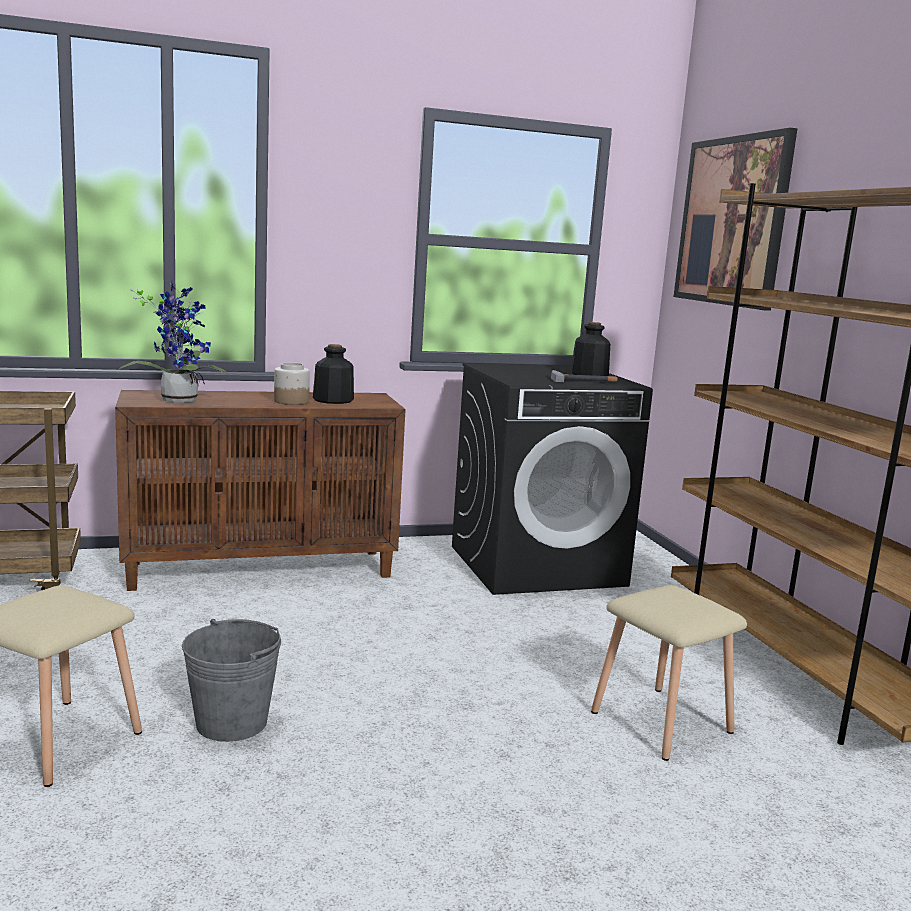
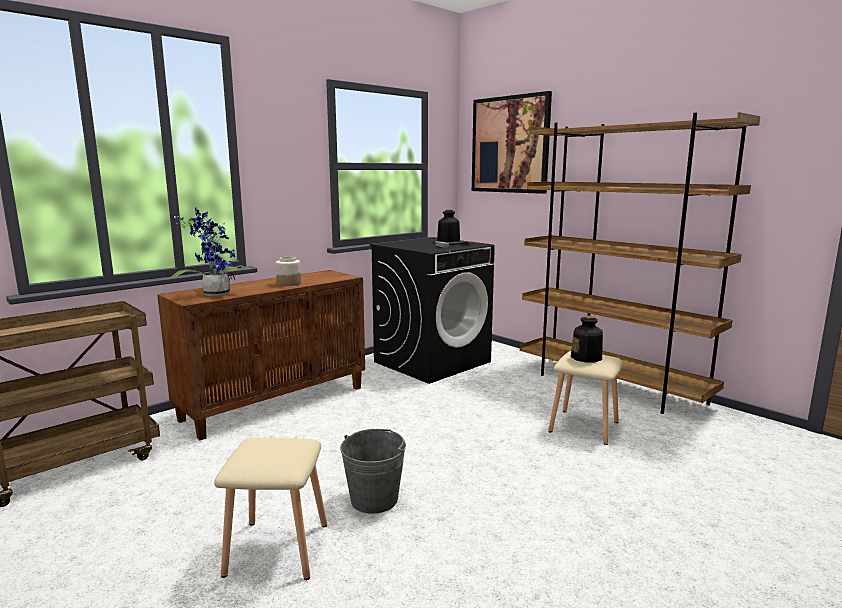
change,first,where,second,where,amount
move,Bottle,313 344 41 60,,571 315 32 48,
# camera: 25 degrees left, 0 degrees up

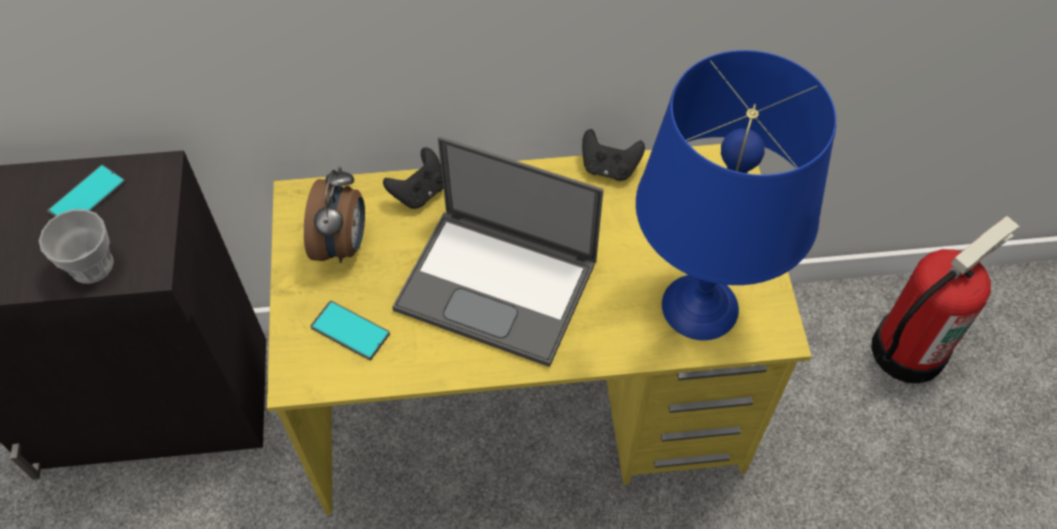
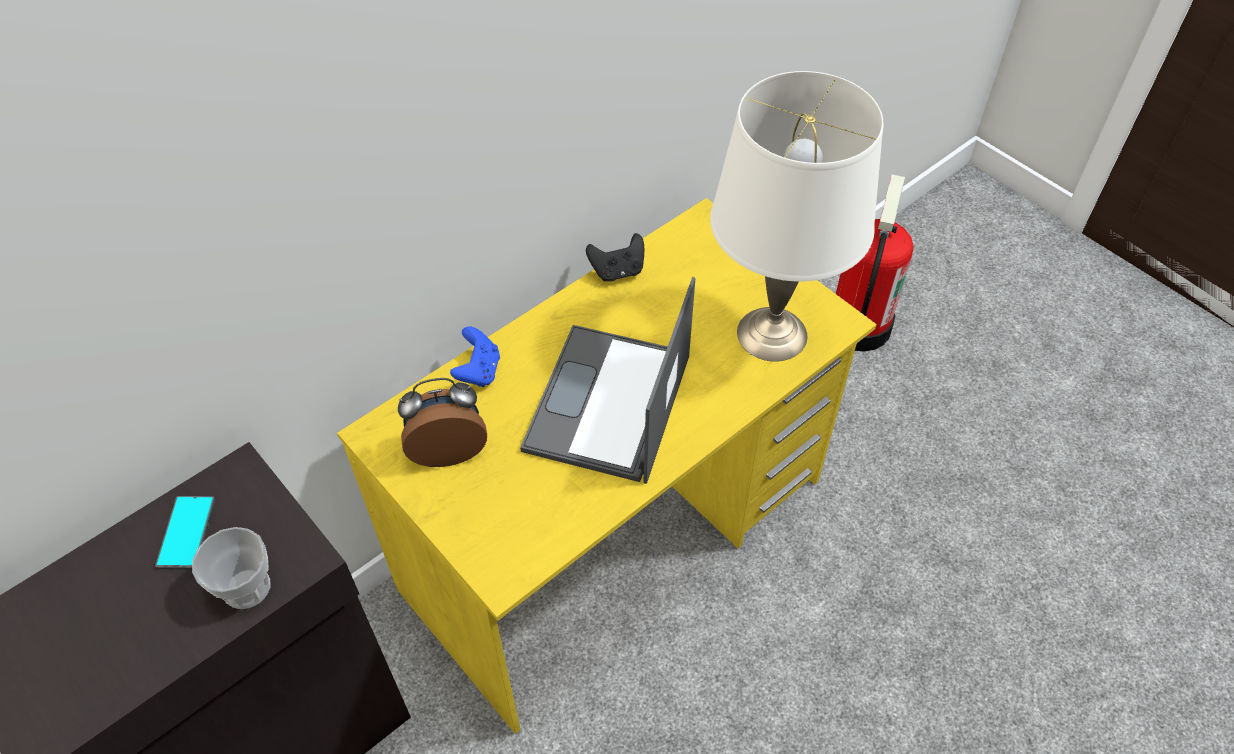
change,first,where,second,where,amount
rotate,AlarmClock,304 166 61 97,,398 378 89 89,75 degrees counterclockwise
recolor,BlackishGameController,383 147 60 62,BlueColouredGameController,450 327 50 60,
rotate,Laptop,392 136 211 231,,520 277 175 207,120 degrees clockwise
recolor,BlueColouredLampForATable,636 50 200 290,WhiteColouredLampForATable,710 71 173 291,
delete,Phone,310 301 80 59,,,
# camera: 35 degrees left, 5 degrees down

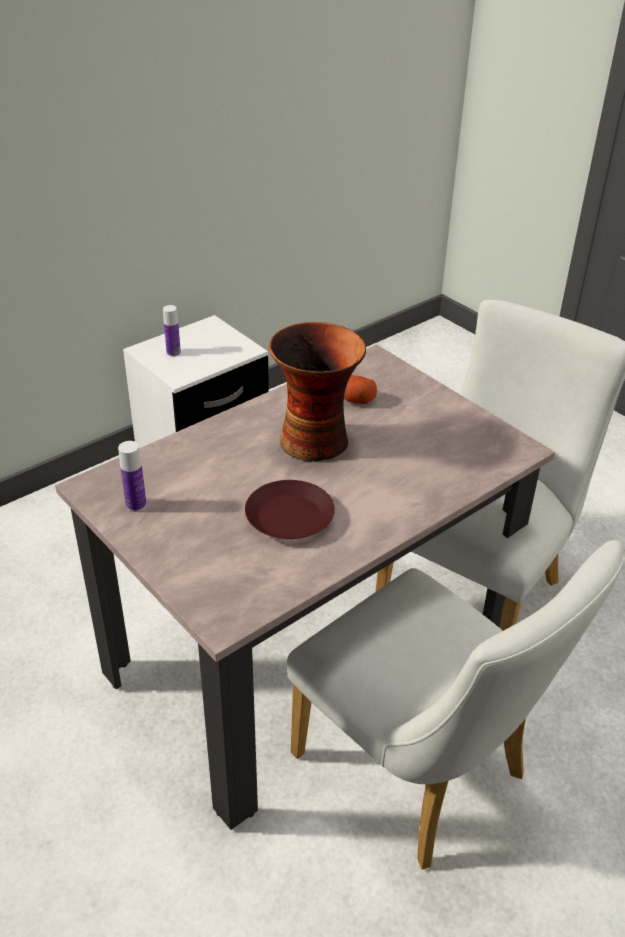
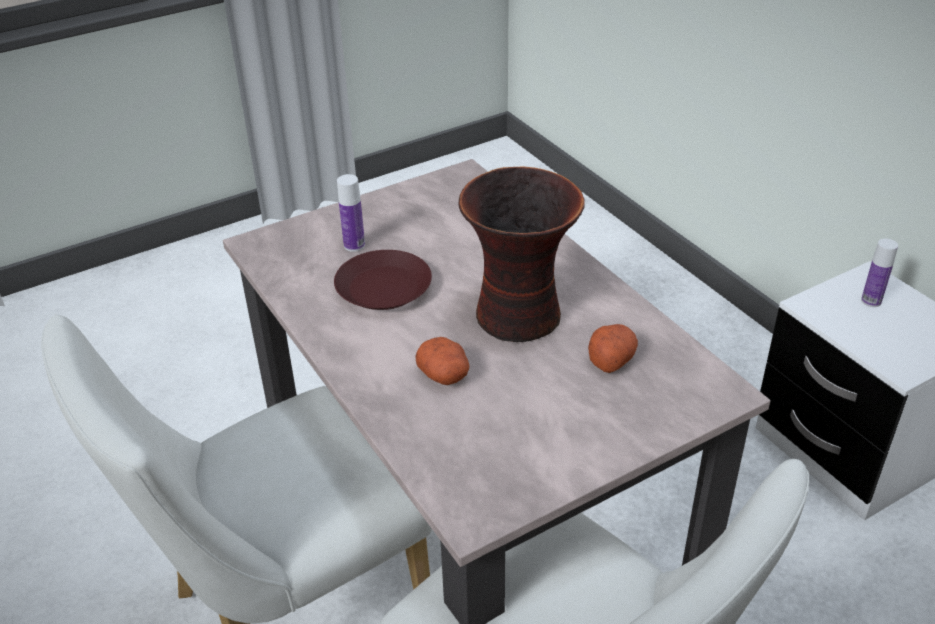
change,first,where,second,where,amount
move,Bottle,118 441 29 71,,337 174 28 78,
insert,,,Spud,415 337 54 48,
# camera: 100 degrees right, 0 degrees up

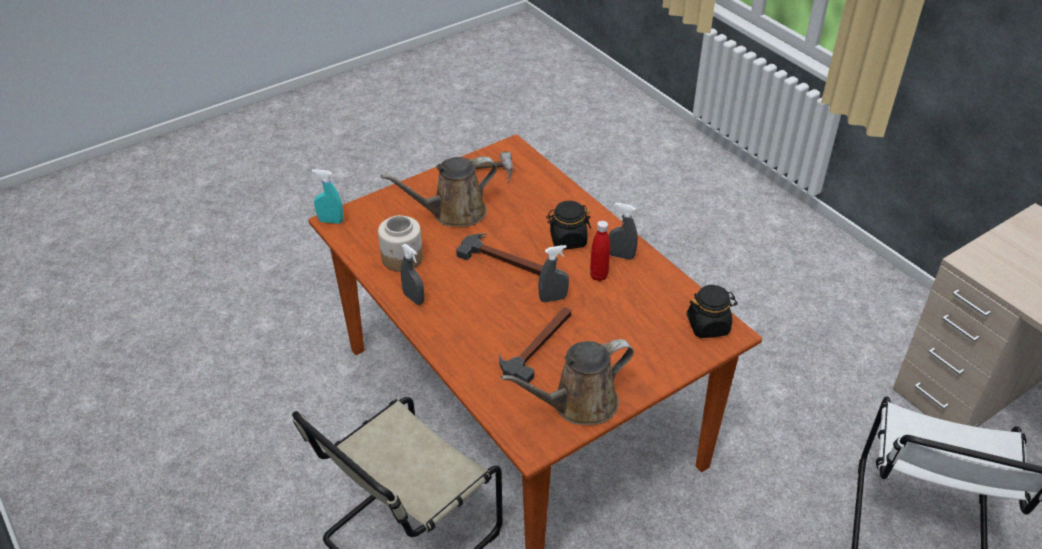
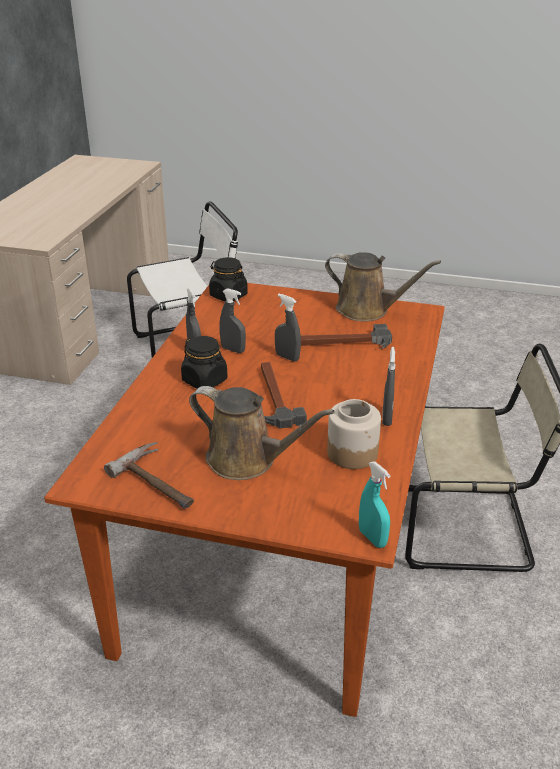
change,first,where,second,where,amount
replace,RedBottle,590 220 20 61,GreyishHandSprayer,219 288 27 65,
# camera: 130 degrees left, 10 degrees down

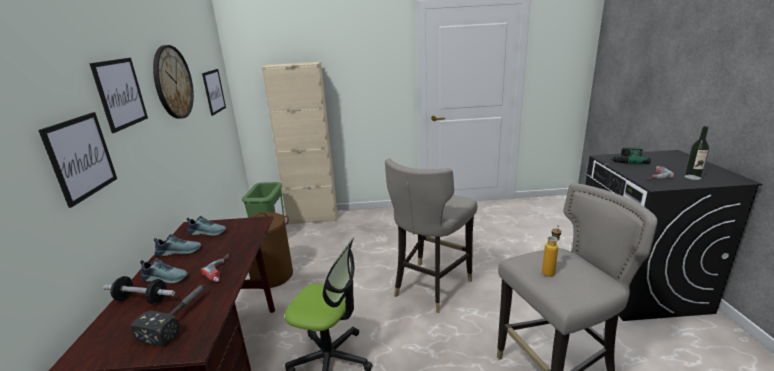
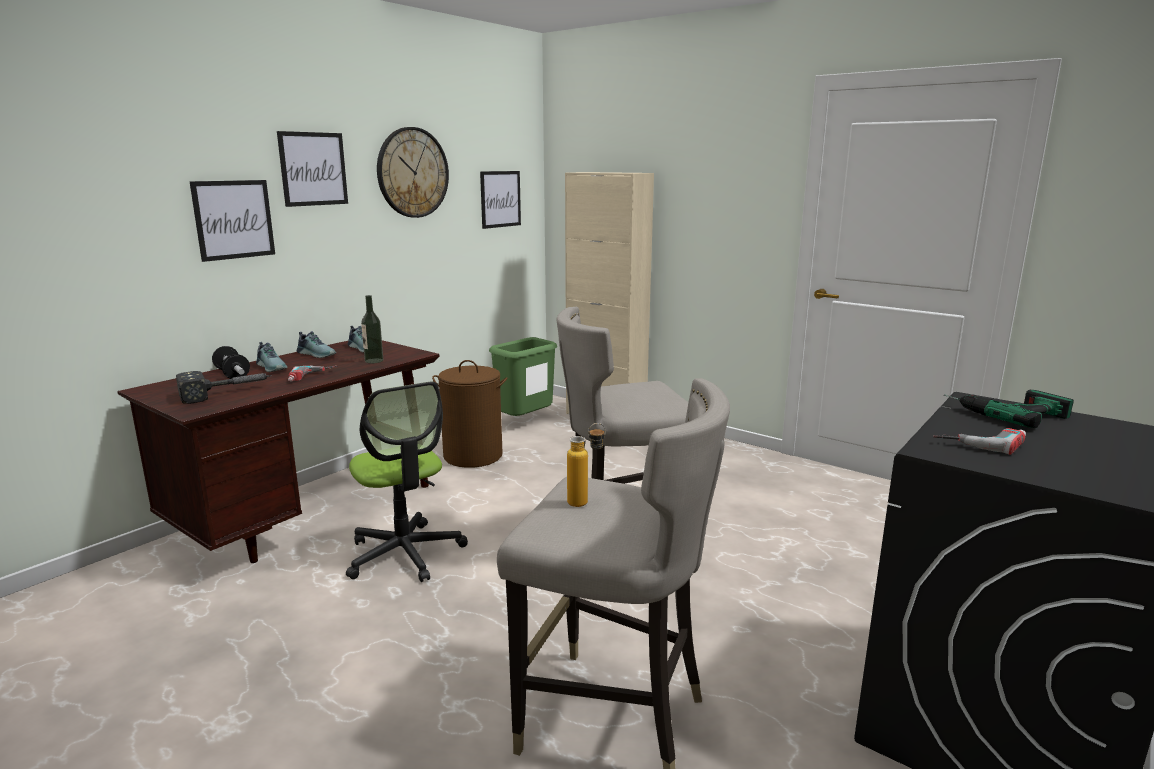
change,first,where,second,where,amount
move,Bottle,684 126 26 54,,361 295 22 68,
# camera: 40 degrees right, 5 degrees down

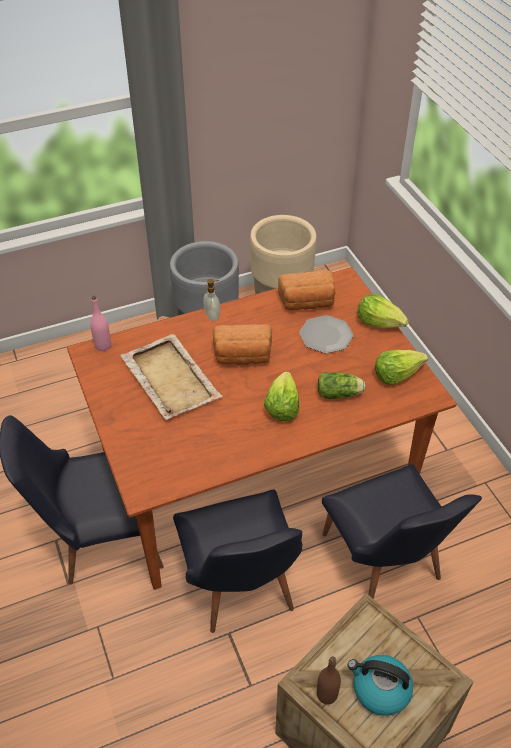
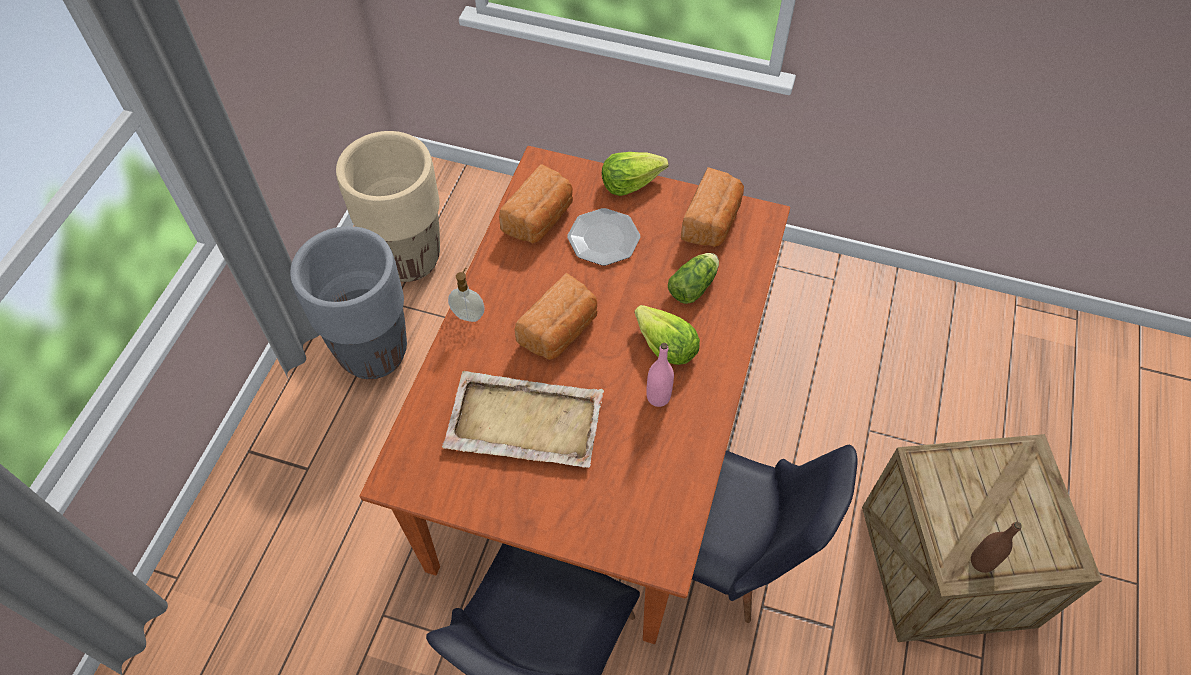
change,first,where,second,where,amount
move,PinkColouredBottle,90 296 21 55,,646 343 28 64,
replace,LettuceHead,375 350 53 35,BakedBread,681 167 63 80,
delete,BlackishChair,322 464 160 135,,,
delete,TeaKettle,348 655 65 61,,,
# camera: 50 degrees left, 10 degrees up

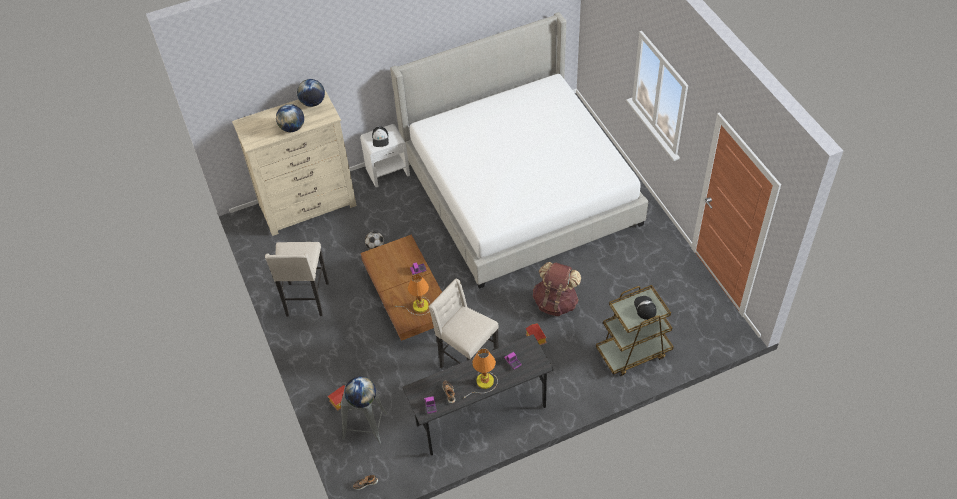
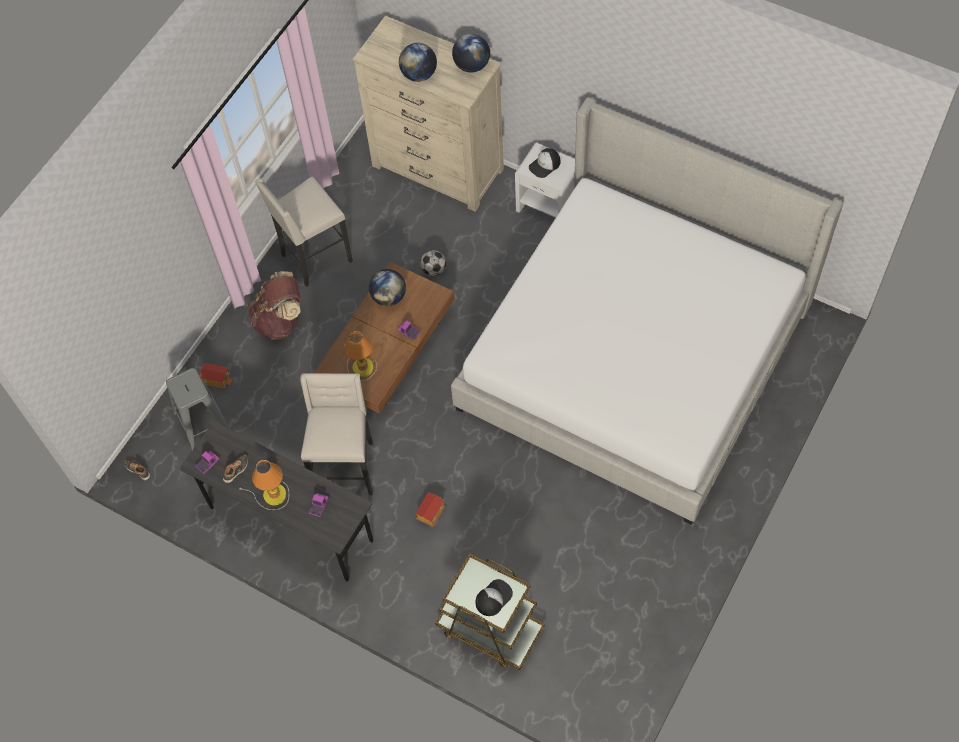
change,first,where,second,where,amount
move,BrownishKnapsack,533 262 48 54,,248 271 53 69,
move,DeskGlobe,345 376 31 32,,369 269 37 37,
# camera: 55 degrees right, 10 degrees up

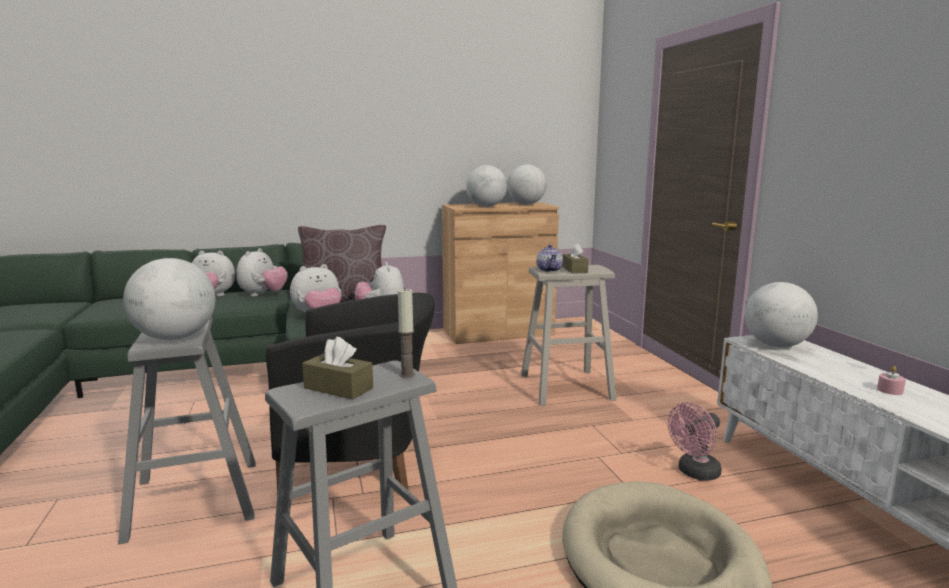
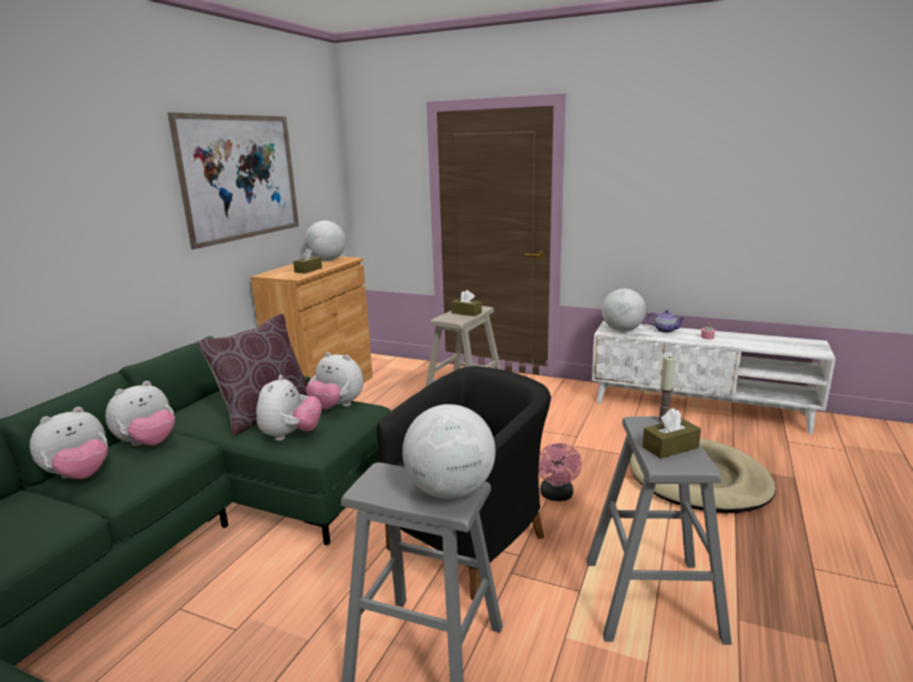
change,first,where,second,where,amount
rotate,PlushToy,236 248 52 48,,105 381 70 65,75 degrees clockwise
insert,,,Picture,167 112 132 137,
replace,DeskGlobe,466 165 41 42,BrownishTissueHolder,293 248 29 25,
move,PinkColouredElectricFan,668 402 54 79,,539 443 43 58,
move,TeaPot,536 245 27 27,,648 310 37 23,
# camera: 50 degrees left, 5 degrees up

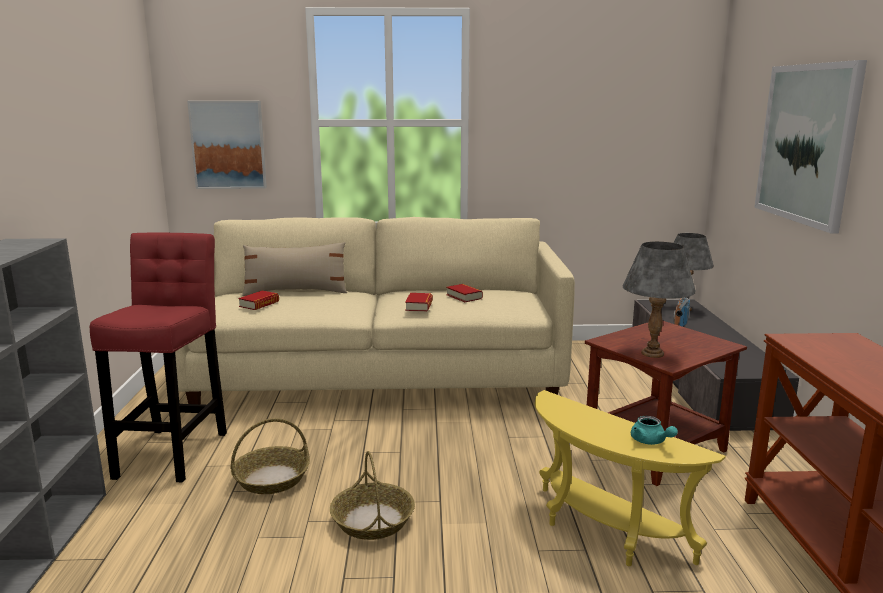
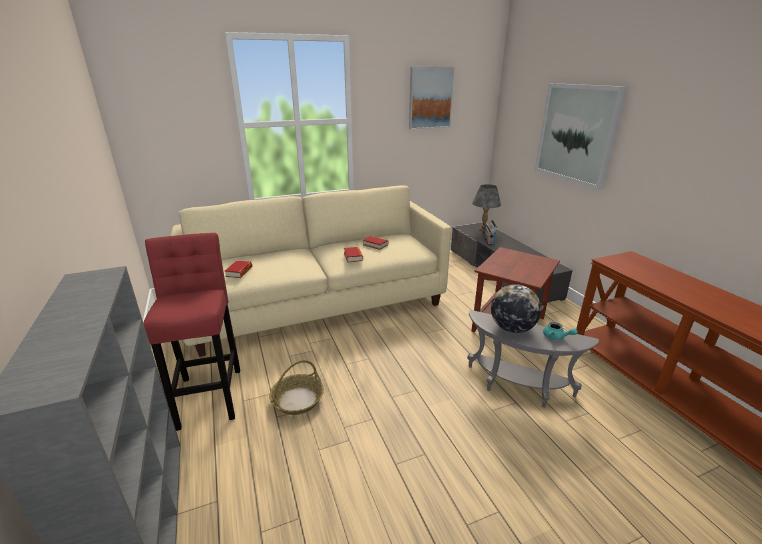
change,first,where,second,where,amount
move,Picture,187 101 80 88,,409 67 46 62,
recolor,YellowEndTable,535 390 191 176,GreyishEndTable,467 310 132 98,
insert,,,DeskGlobe,491 284 51 49,
delete,BeigePillow,242 242 105 54,,,
delete,HouseholdBasket,330 451 85 89,,,
delete,GreyishLampForATable,623 242 73 116,,,
# camera: 20 degrees left, 10 degrees up

